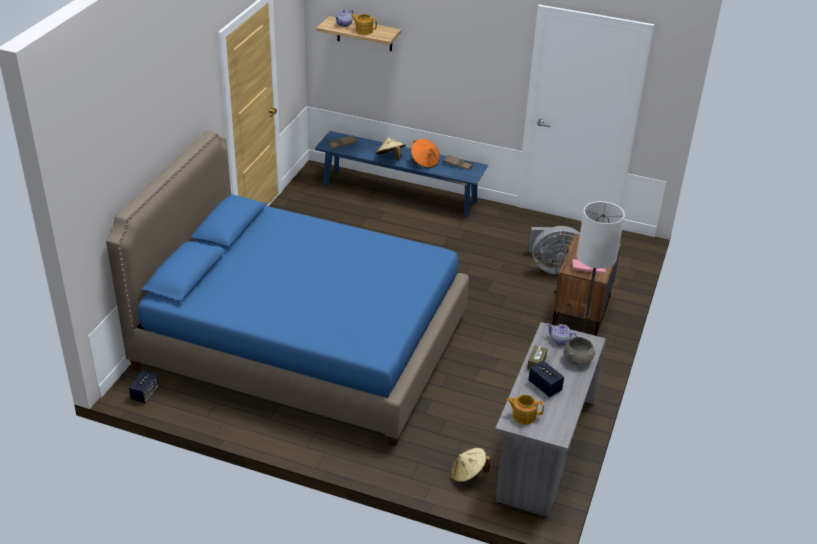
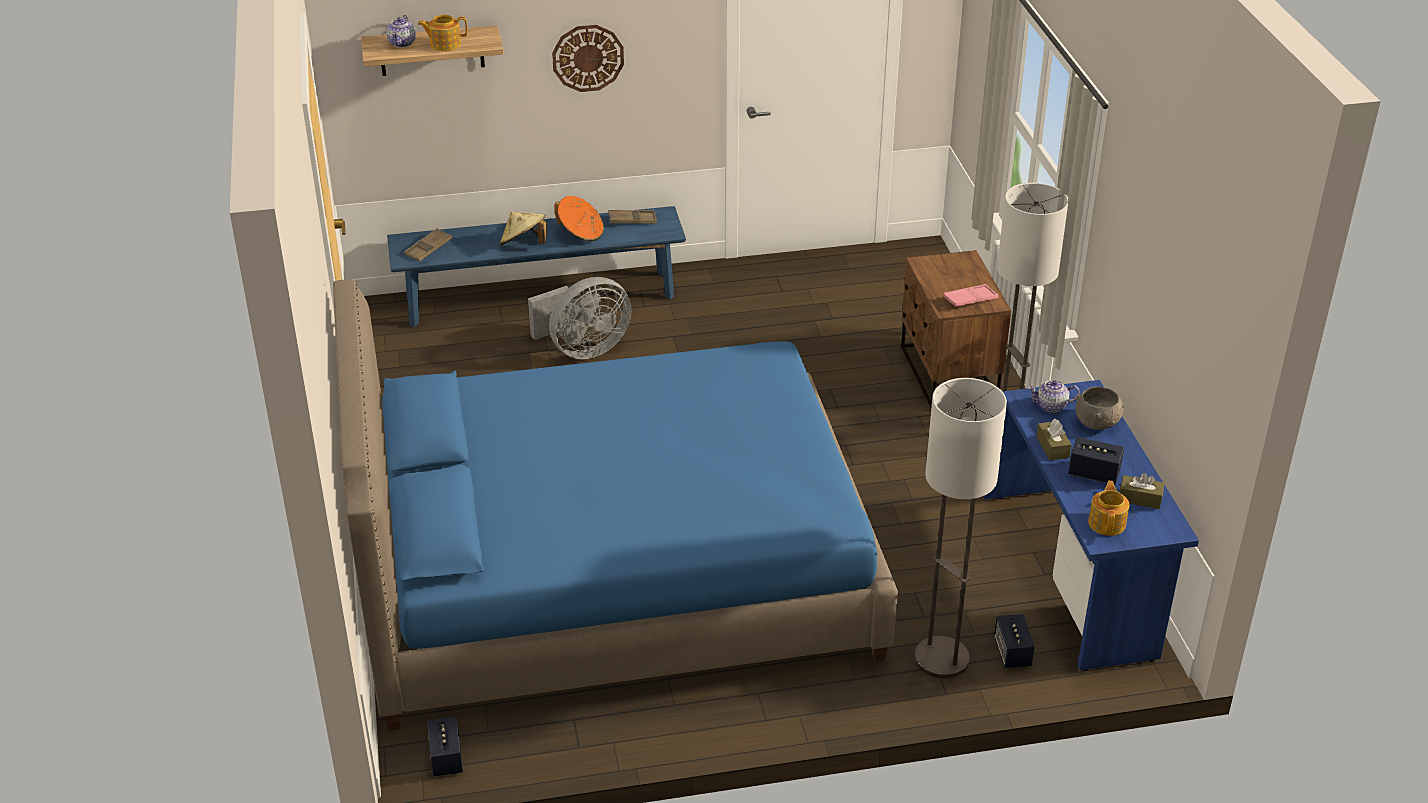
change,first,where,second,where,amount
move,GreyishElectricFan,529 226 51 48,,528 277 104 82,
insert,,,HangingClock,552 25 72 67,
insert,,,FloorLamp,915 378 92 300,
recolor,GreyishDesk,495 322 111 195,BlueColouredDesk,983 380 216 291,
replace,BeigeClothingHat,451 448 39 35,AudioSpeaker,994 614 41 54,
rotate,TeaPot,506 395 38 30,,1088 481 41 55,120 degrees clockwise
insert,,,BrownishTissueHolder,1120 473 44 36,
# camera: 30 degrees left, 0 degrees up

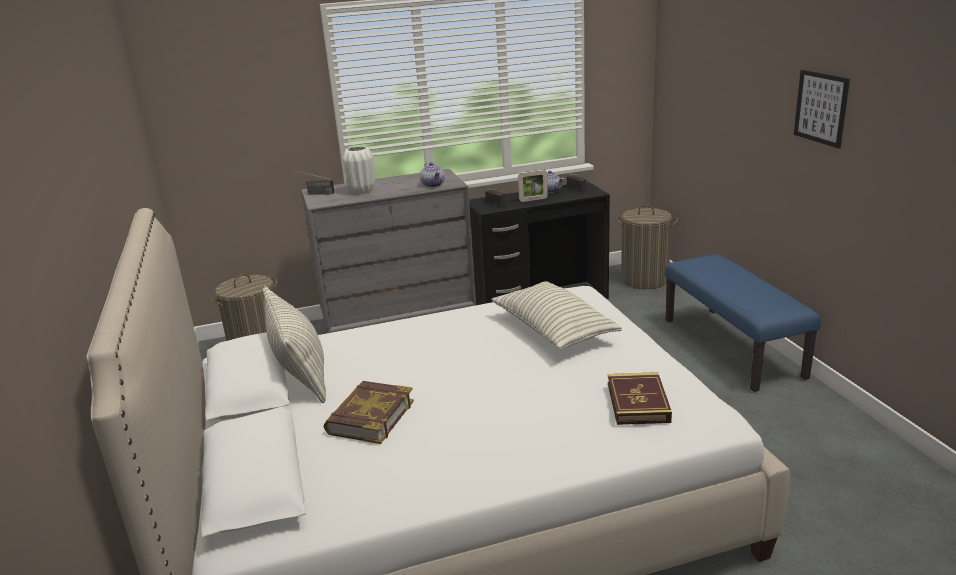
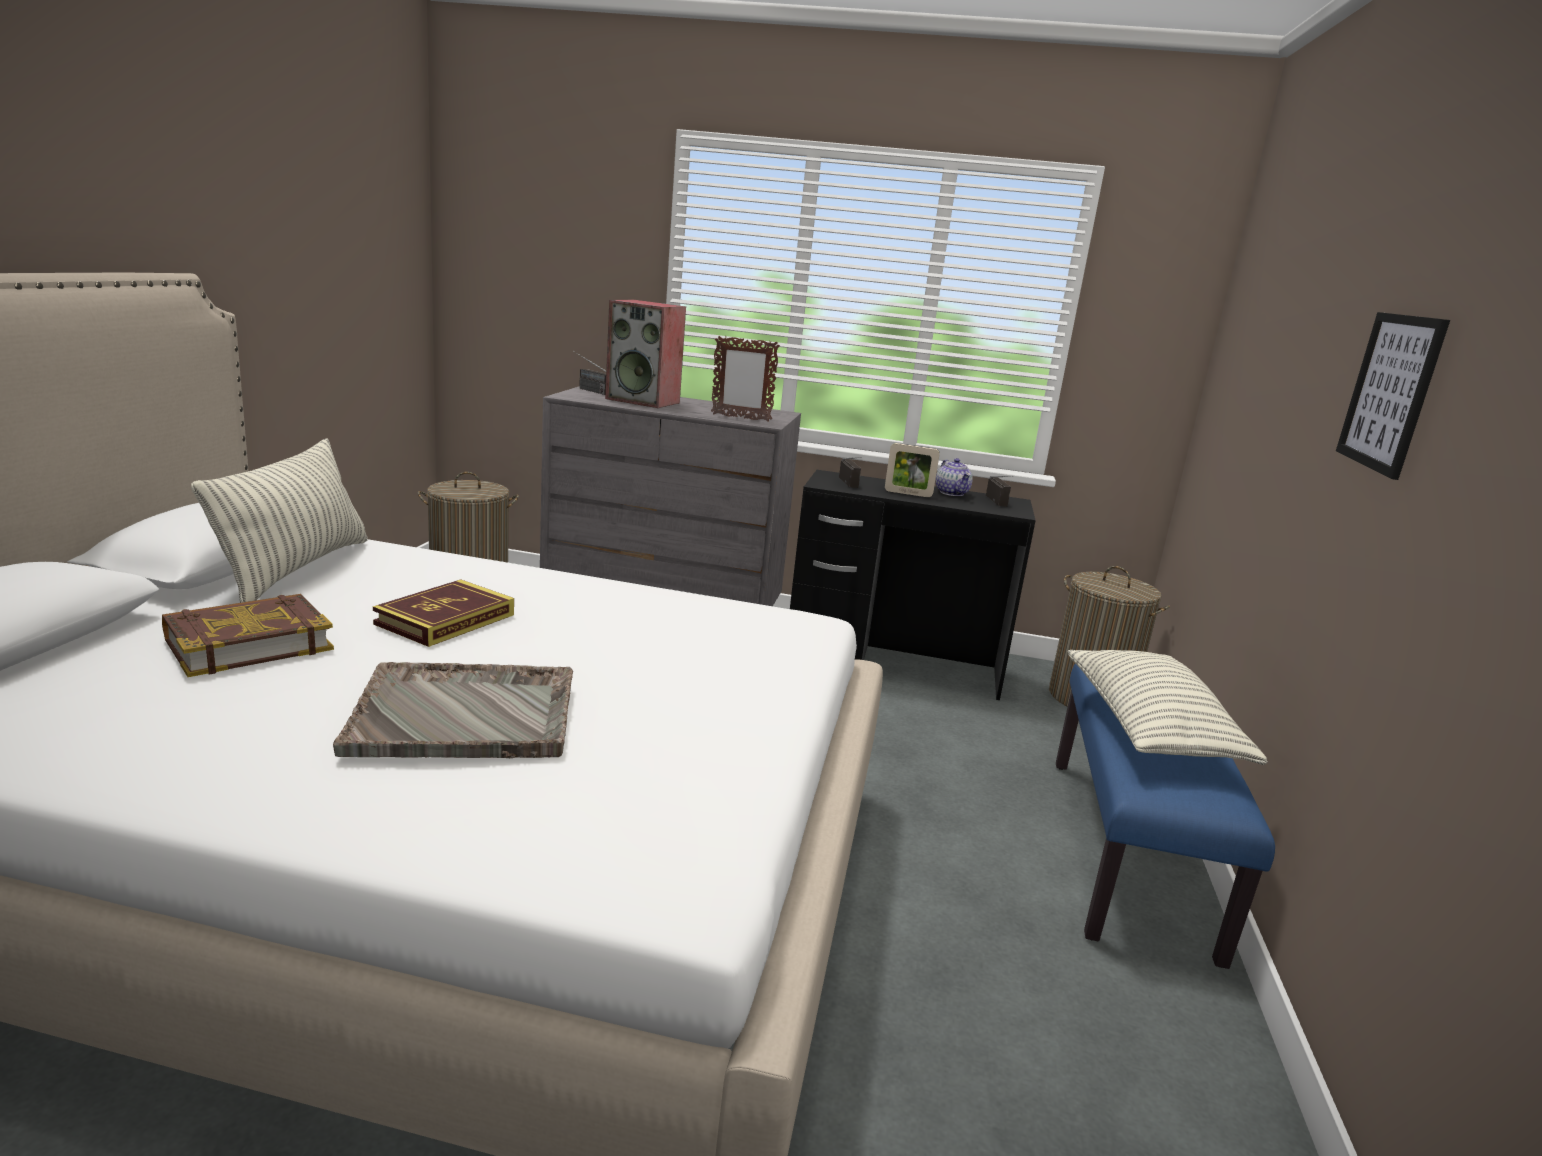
change,first,where,second,where,amount
insert,,,GreyishTray,333 662 240 96,
move,Book,608 372 64 53,,373 579 141 68,
replace,WhiteColouredDecorativeVase,342 146 33 48,AudioSpeaker,605 300 81 108,
replace,TeaPot,420 162 25 25,PictureFrame,711 336 69 86,
move,Pillow,491 282 131 68,,1068 650 200 115,
# camera: 25 degrees right, 5 degrees down

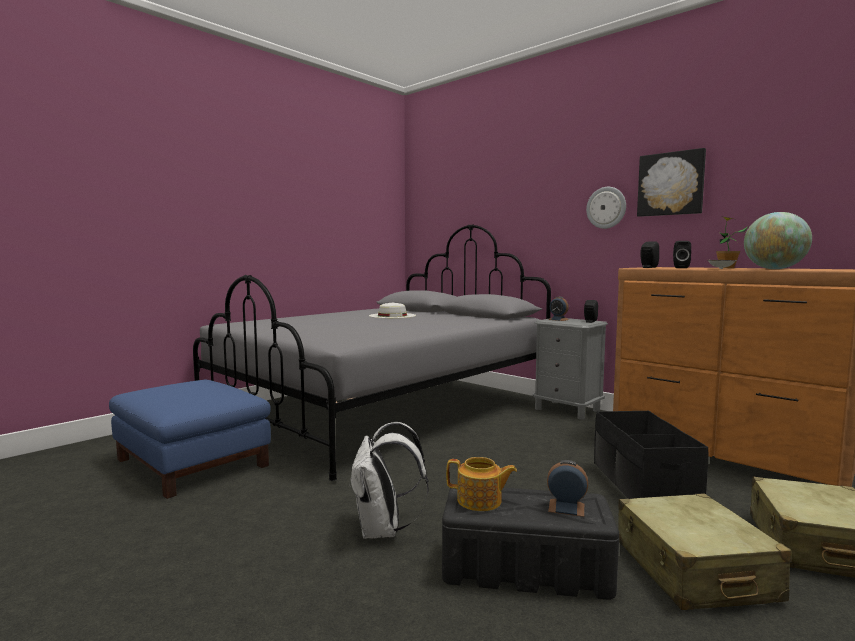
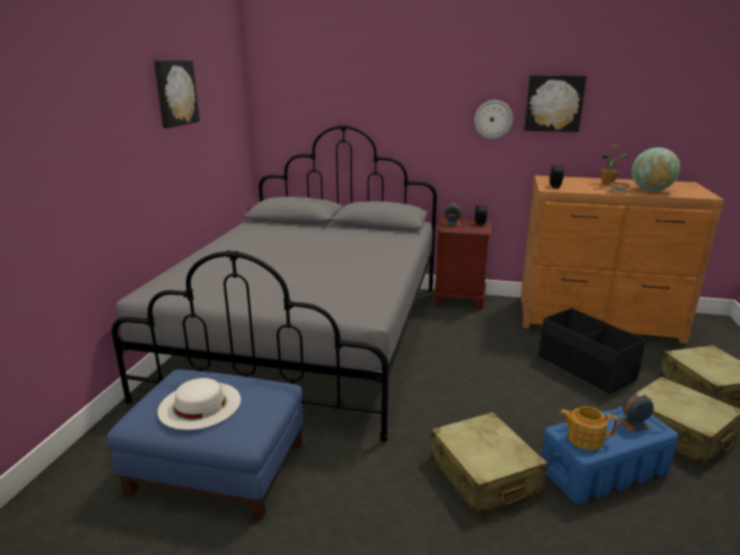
change,first,where,second,where,amount
insert,,,Picture,154 60 46 68,
move,WhiteColouredClothingHat,369 302 47 16,,158 378 83 52,
replace,WhiteColouredKnapsack,349 422 80 117,BeigePieceOfLuggage,431 412 117 104,
recolor,GreyishNightTable,533 318 75 102,BrownishNightTable,433 219 58 91,
recolor,BlackishStorageBox,442 488 177 112,BlueColouredStorageBox,541 406 137 99,
rotate,TeaPot,446 457 71 54,,560 406 58 44,150 degrees counterclockwise
delete,BlackishAudioSpeaker,673 241 18 27,,,
# camera: 30 degrees left, 15 degrees up

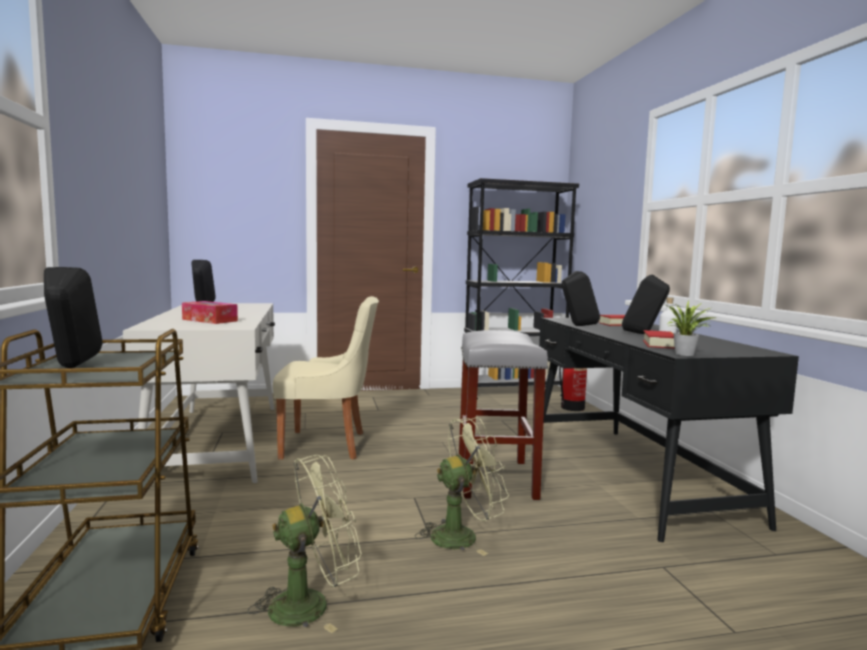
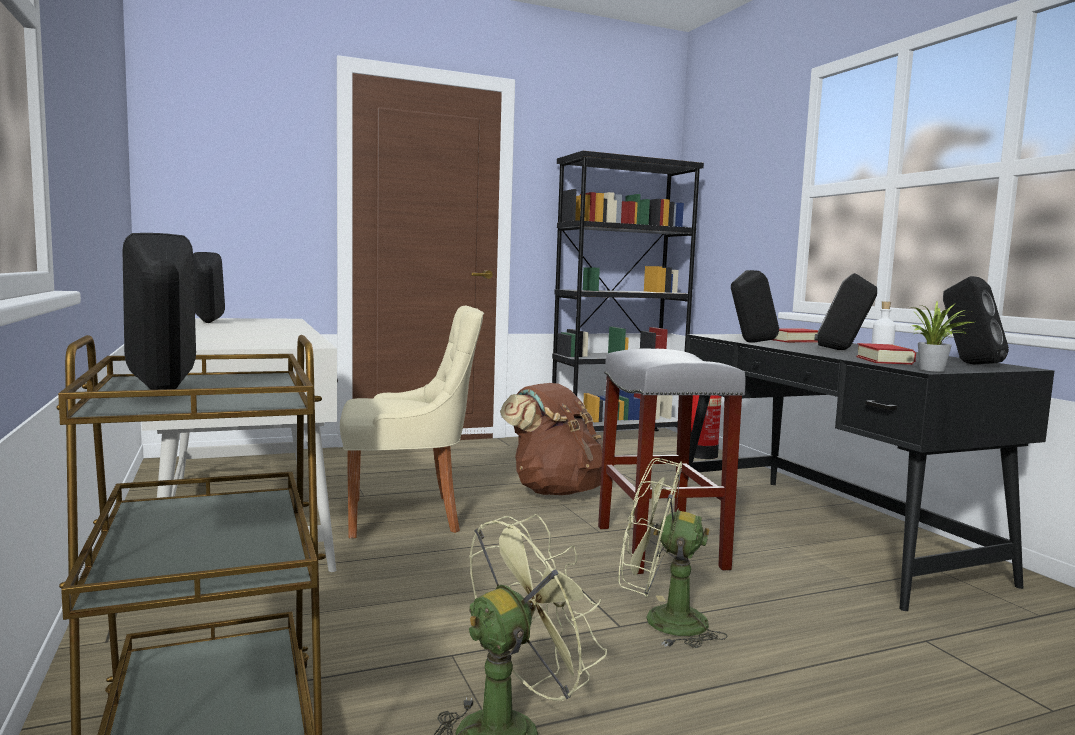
change,first,where,second,where,amount
insert,,,BrownishKnapsack,500 383 103 112,
rotate,GreenElectricFan,415 417 94 139,,619 458 108 190,135 degrees counterclockwise
insert,,,BlackishAudioSpeaker,943 276 66 88,
delete,TissueHolder,182 301 56 23,,,
# camera: 10 degrees left, 0 degrees up

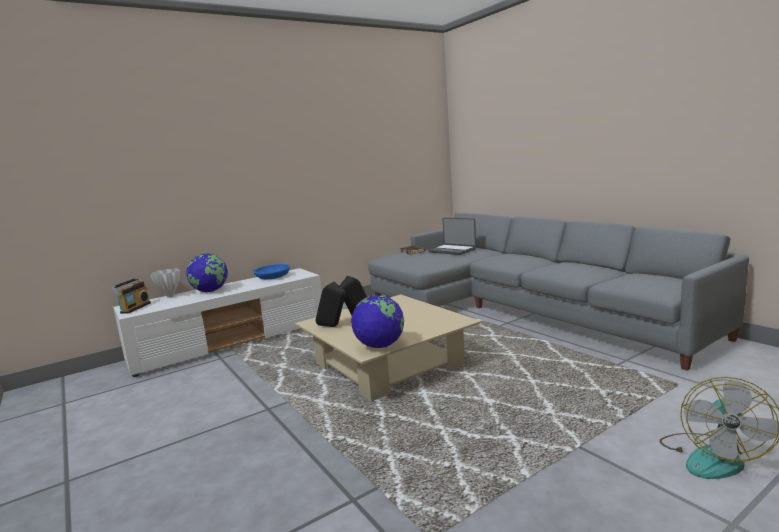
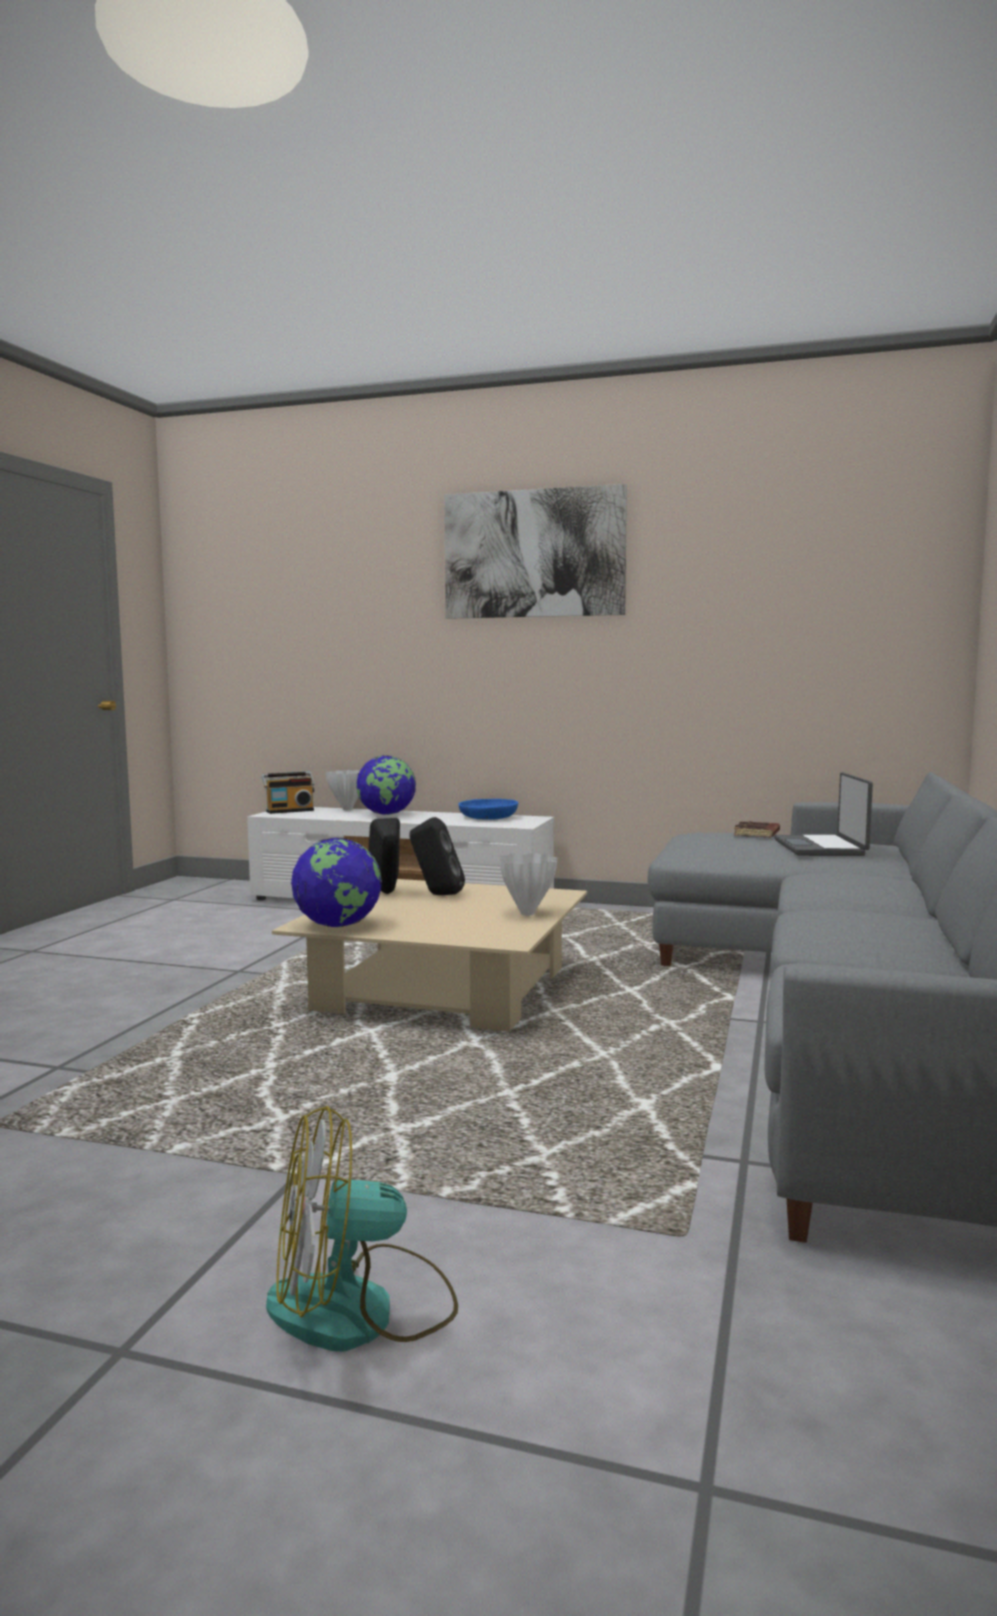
change,first,where,second,where,amount
insert,,,Picture,444 484 183 135,
insert,,,WhiteColouredDecorativeVase,499 853 59 63,
# camera: 50 degrees right, 5 degrees down

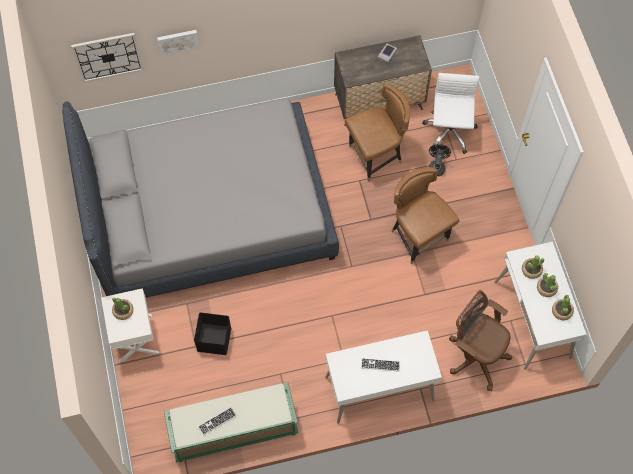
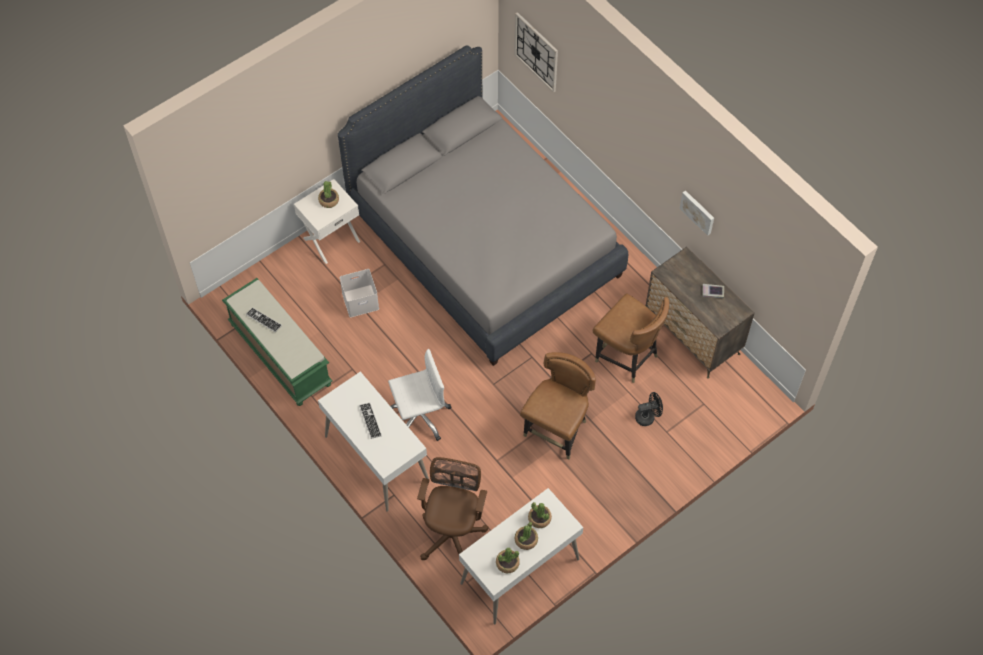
change,first,where,second,where,amount
recolor,BlackishStorageBox,194 313 37 42,WhiteColouredStorageBox,340 269 39 49,
move,WhiteColouredDeskChair,422 73 58 81,,388 349 63 92,
move,Picture,157 30 42 26,,679 191 35 45,
# camera: 65 degrees right, 5 degrees down

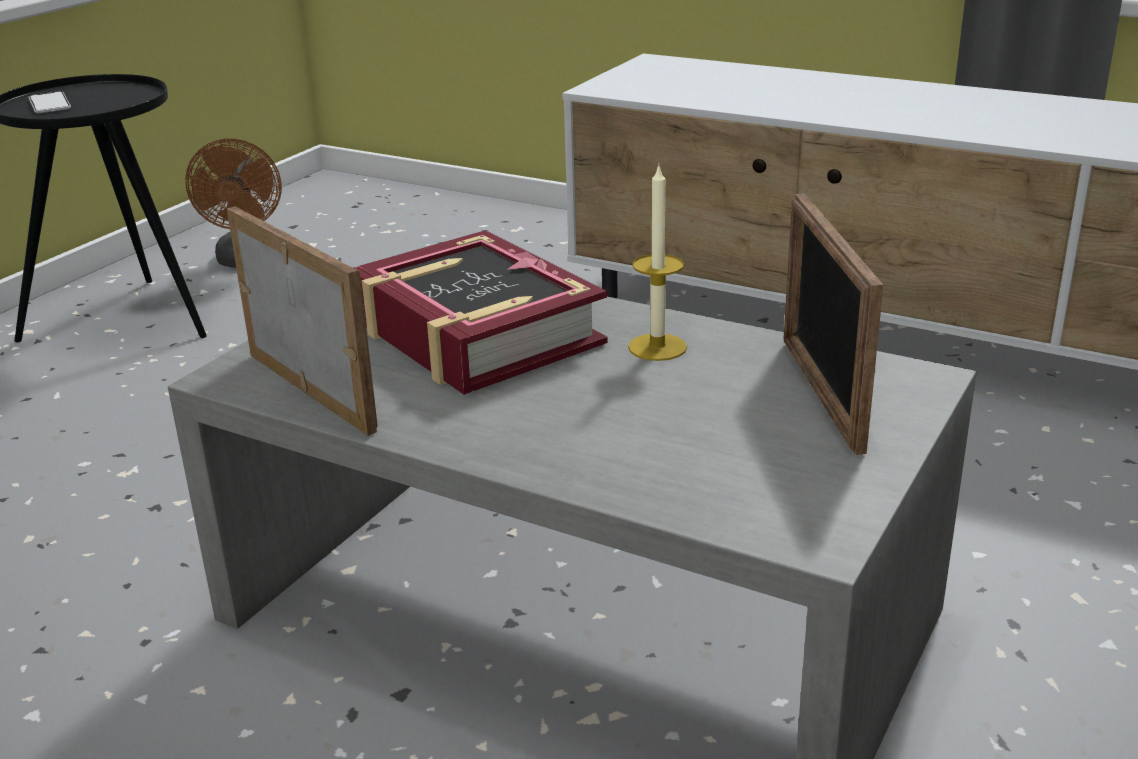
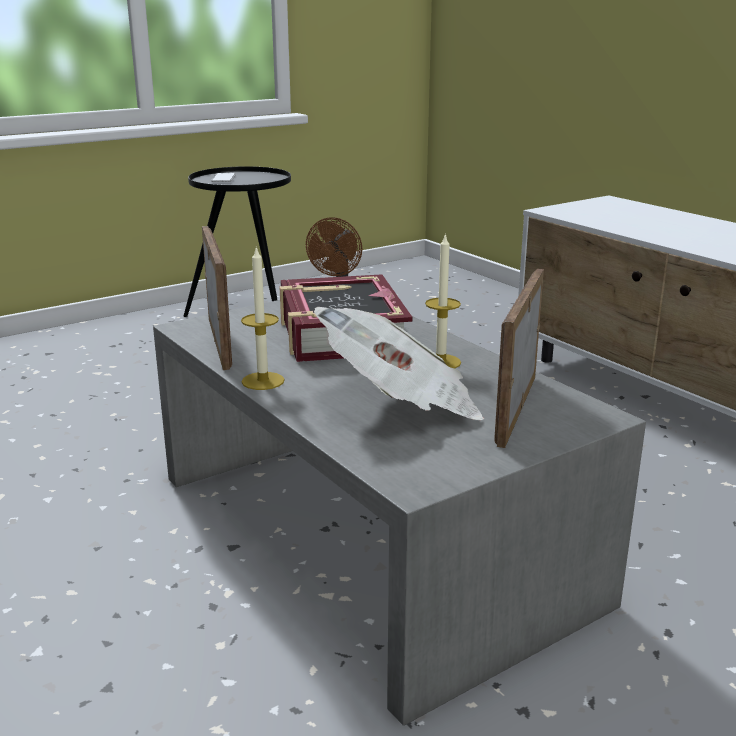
change,first,where,second,where,amount
insert,,,Candle,241 247 44 143,
insert,,,DailyPaper,314 307 170 113,
# camera: 25 degrees right, 5 degrees down

